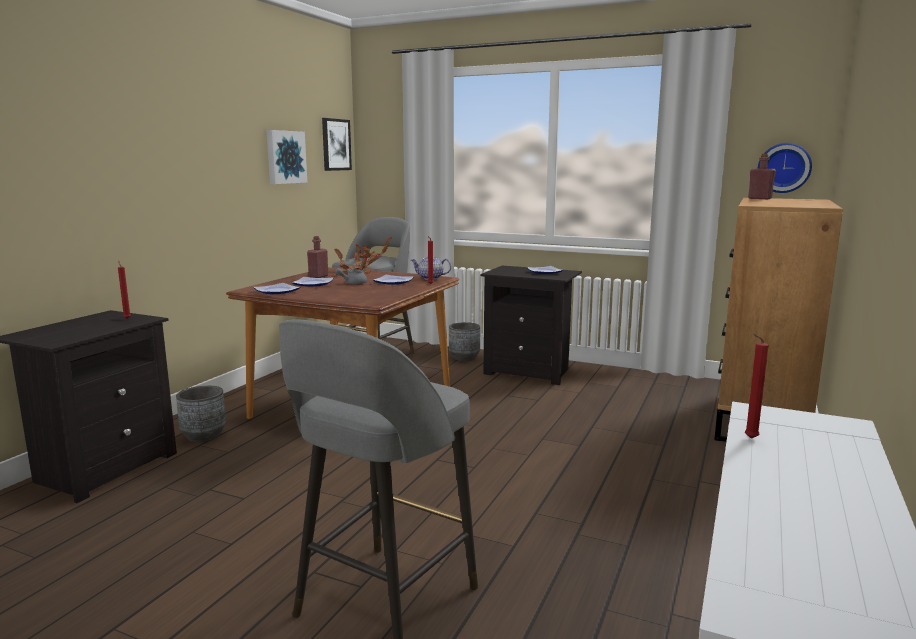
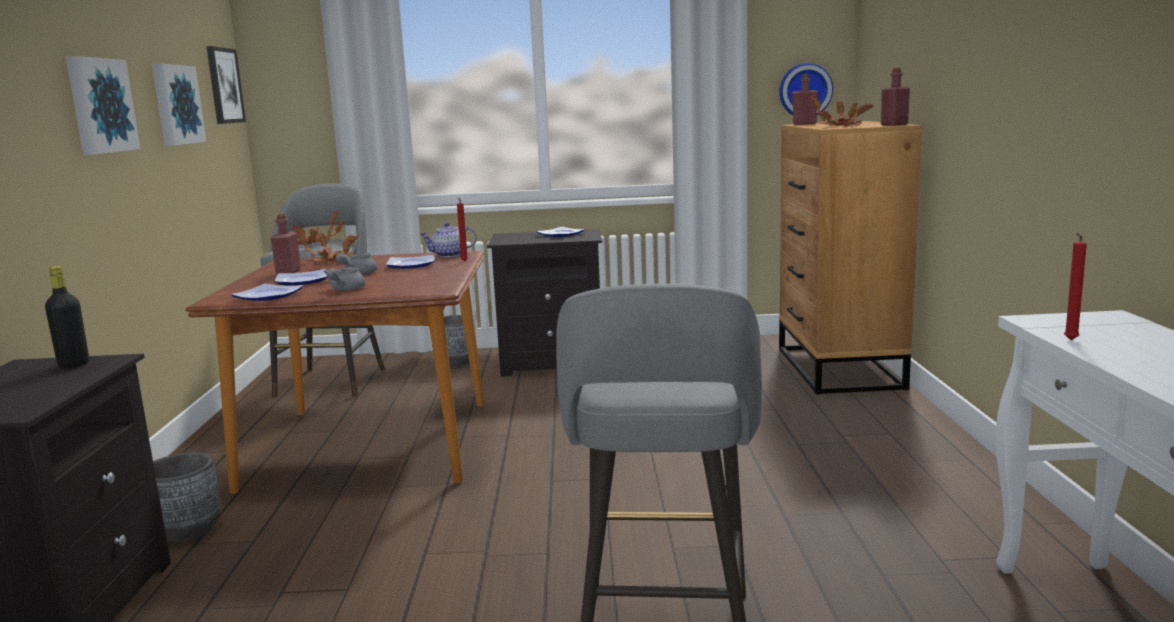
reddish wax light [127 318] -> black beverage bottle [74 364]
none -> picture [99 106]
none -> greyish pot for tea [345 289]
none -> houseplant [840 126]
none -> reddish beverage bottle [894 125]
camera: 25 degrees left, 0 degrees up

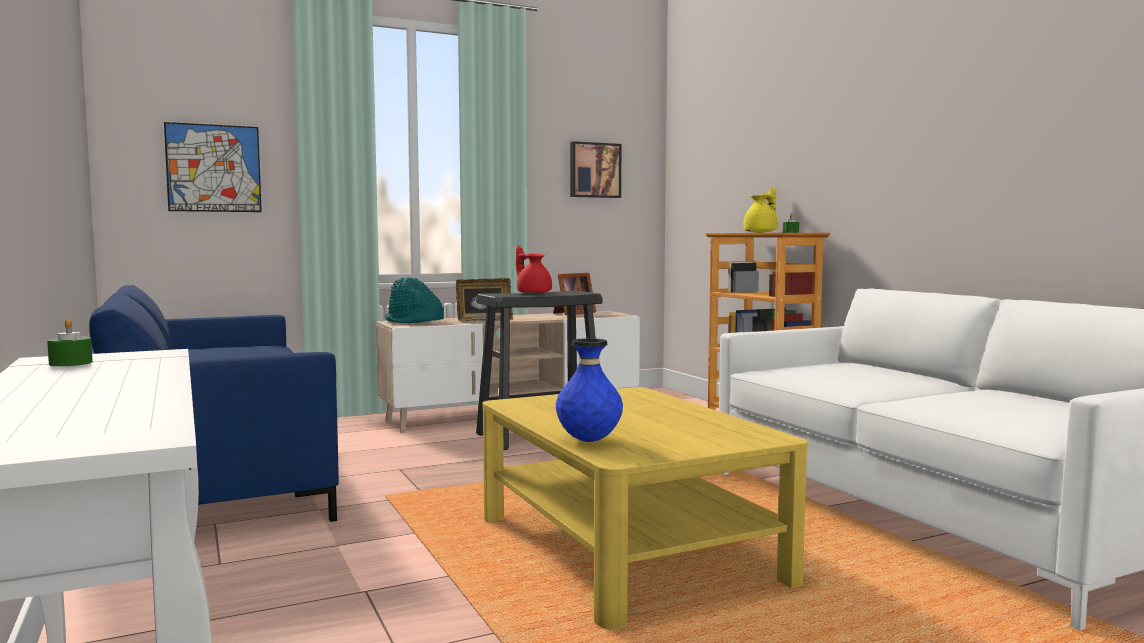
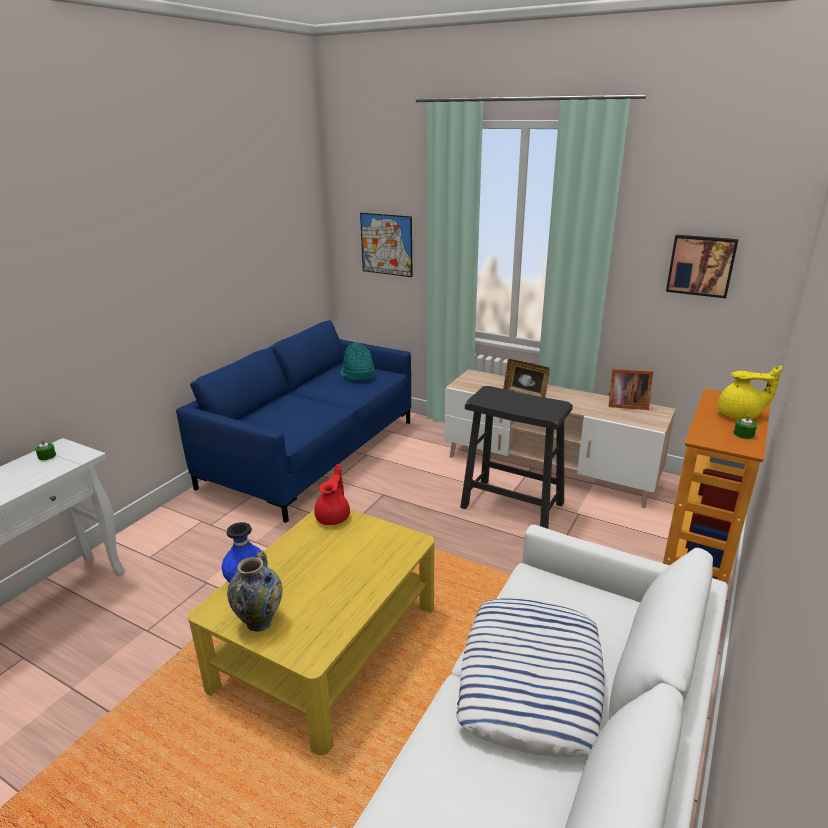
turquoise-coloured hat [414 322] -> turquoise-coloured hat [357 375], relocated
reddish pot for tea [533 293] -> reddish pot for tea [334 517], relocated
none -> decorative vase [259 622]
none -> cushion [531 681]
camera: 55 degrees right, 20 degrees up

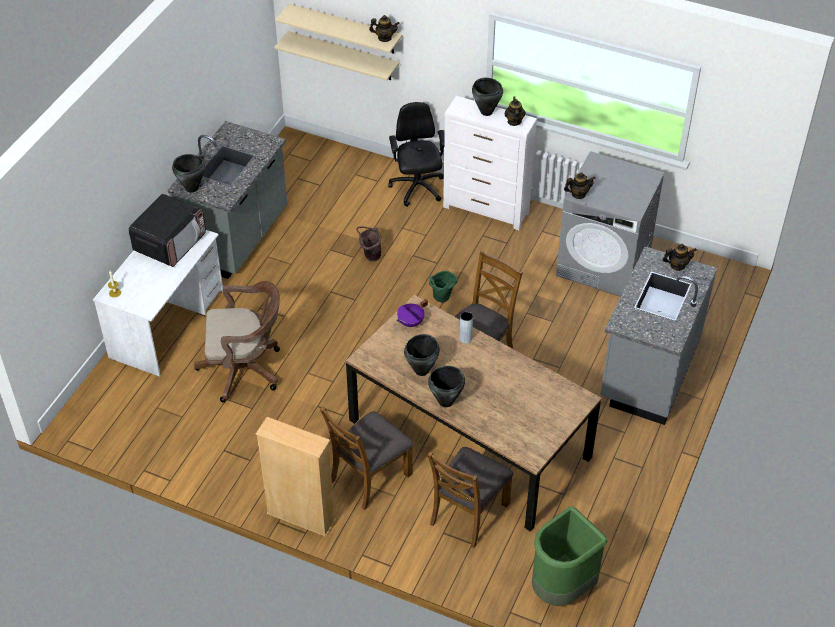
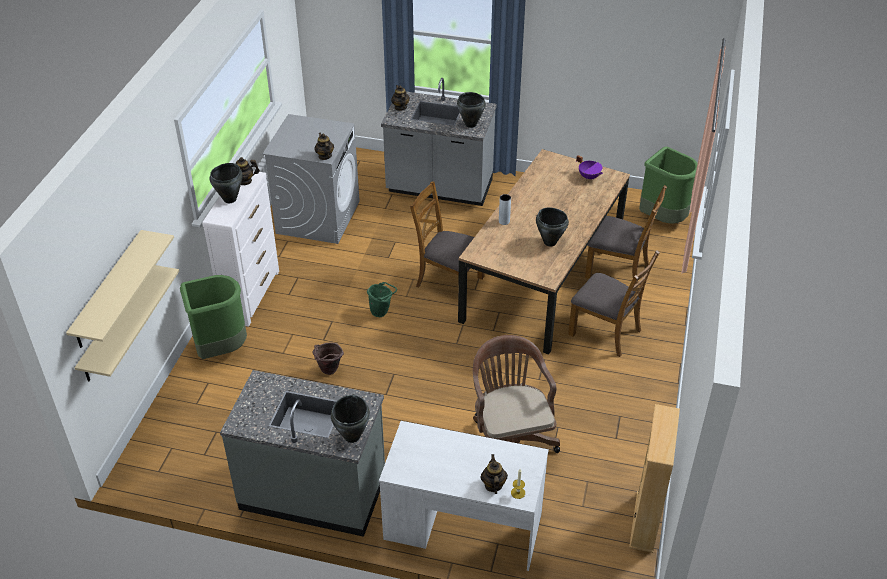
kitchen microwave [170 242] -> none
sand-coloured bookshelf [301 517] -> sand-coloured bookshelf [645 522], relocated
pot for tea [384 38] -> pot for tea [493 485], relocated
black computer chair [417 188] -> green-coloured trash can [220 349]
purple stockpot [411 323] -> purple stockpot [589 176], relocated
black stockpot [445 401] -> black stockpot [470 124], relocated
camera: 100 degrees left, 5 degrees down

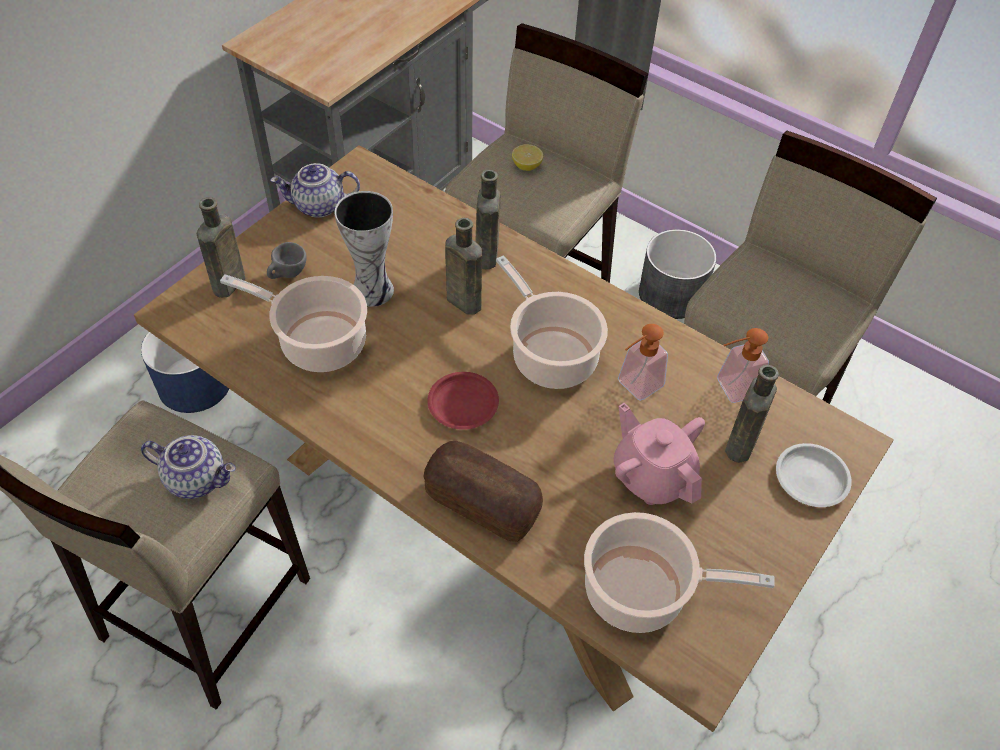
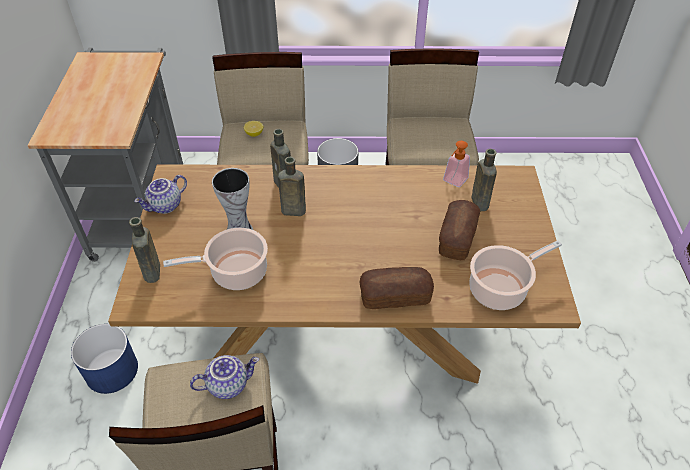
greyish cup [288 276] -> none
reddish dinner plate [462 404] -> none
stockpot [551 355] -> none
pink-coloured pot for tea [652 476] -> bread [457 238]
soap dispenser [634 387] -> none
white-coloured dinner plate [810 478] -> none
camera: 35 degrees left, 5 degrees down

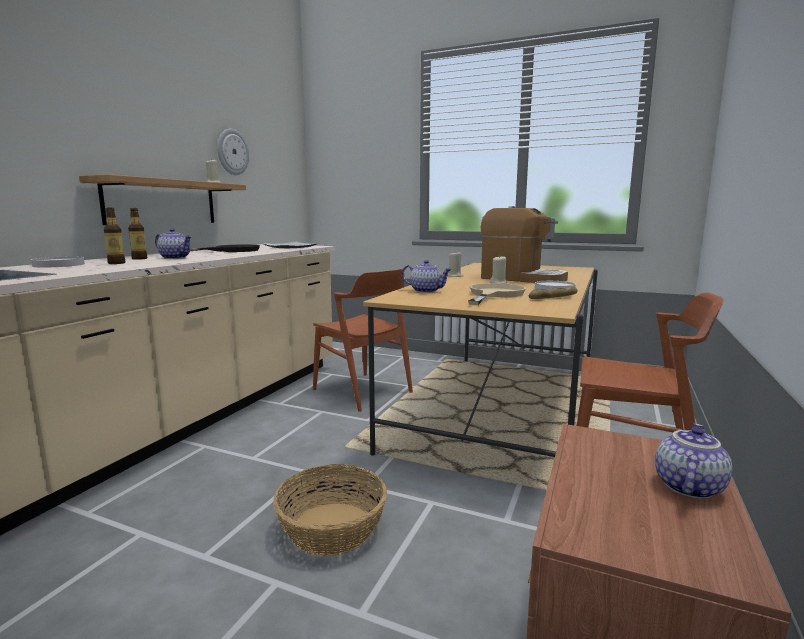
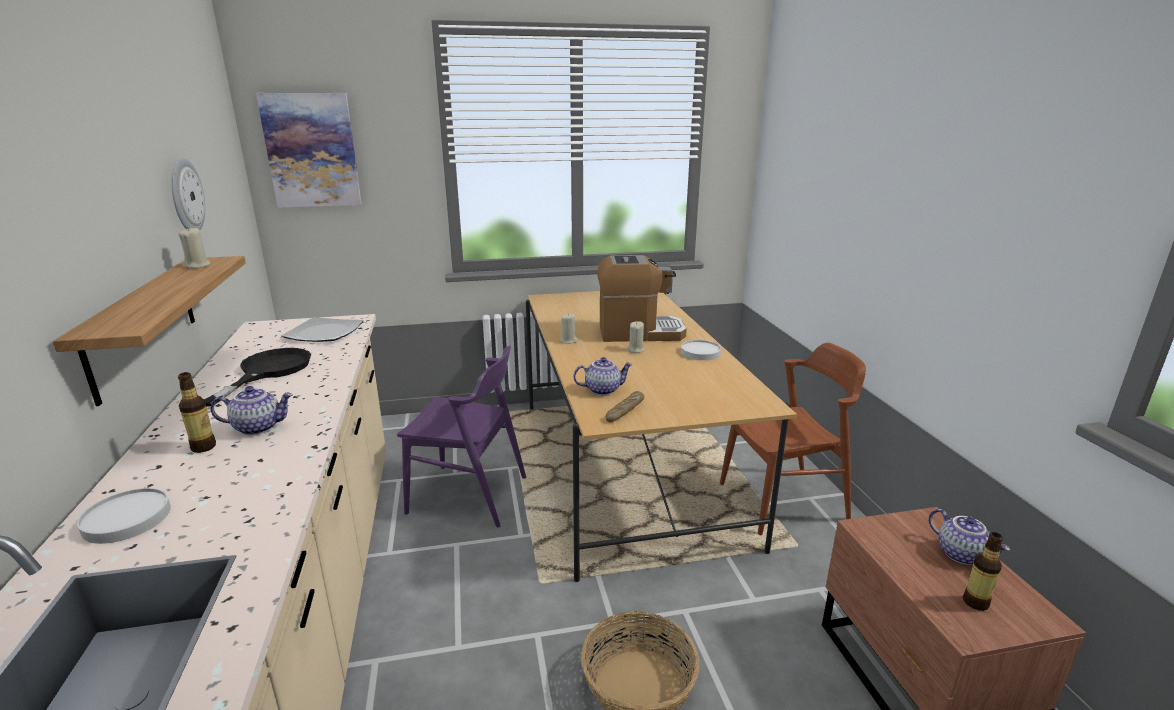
beverage bottle [116 263] -> beverage bottle [975 602], relocated
brown-coloured upright chair [362 391] -> purple upright chair [468 495]
sand-coloured frying pan [494 295] -> none
bread [553 298] -> bread [625 411], relocated
pot for tea [687 486] -> pot for tea [962 554], 150 degrees clockwise
none -> picture [312 151]
camera: 35 degrees left, 10 degrees up

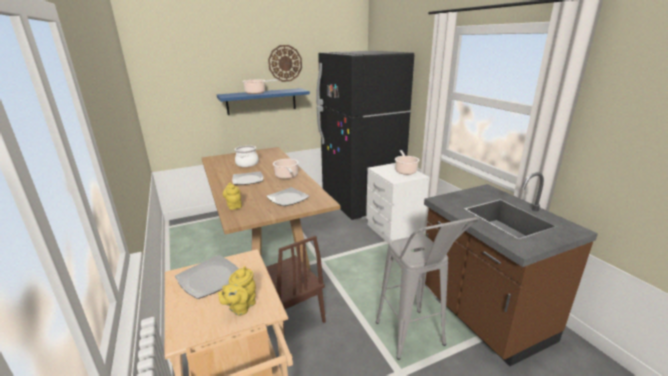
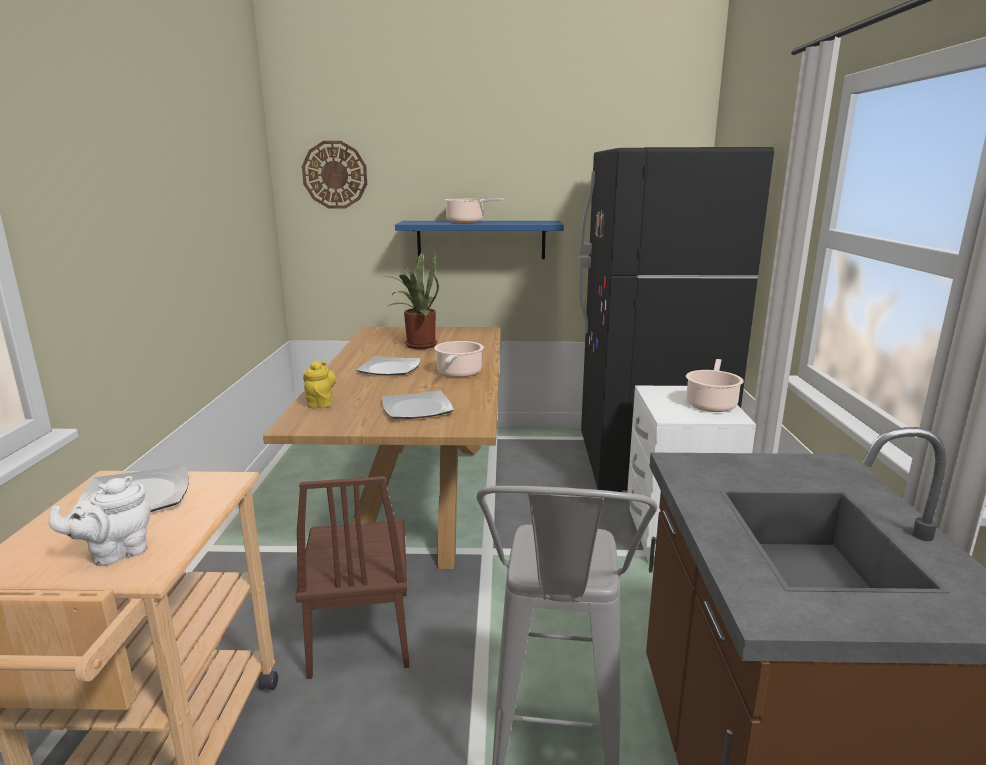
yellow-coloured pot for tea [241 307] -> white-coloured pot for tea [115 553]
stockpot [247 164] -> houseplant [417 345]
clock on the wall [285 63] -> clock on the wall [335 175], relocated
camera: 25 degrees right, 5 degrees down

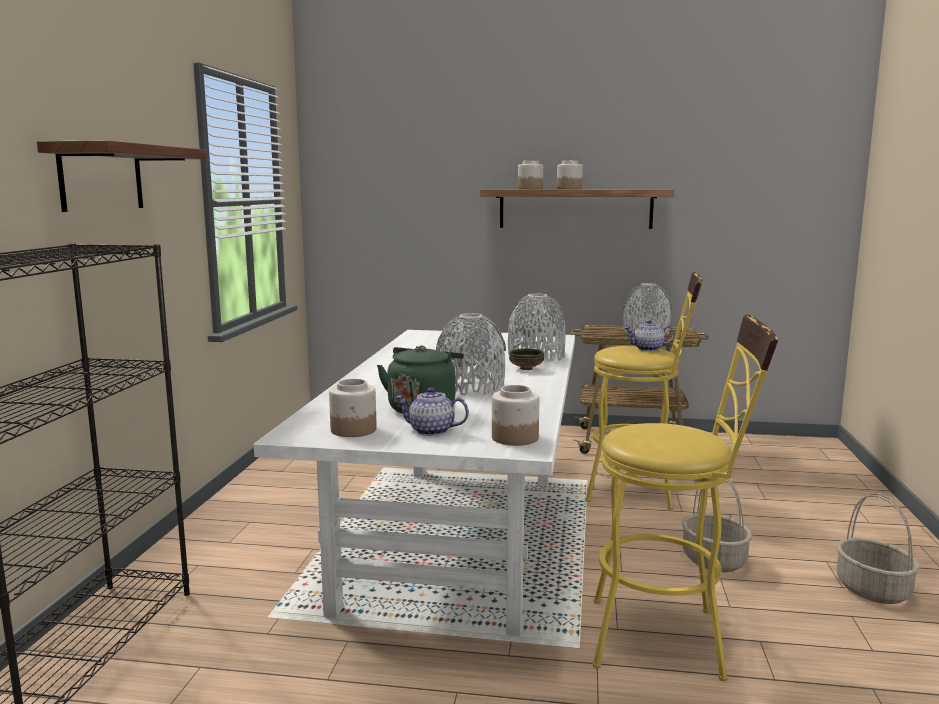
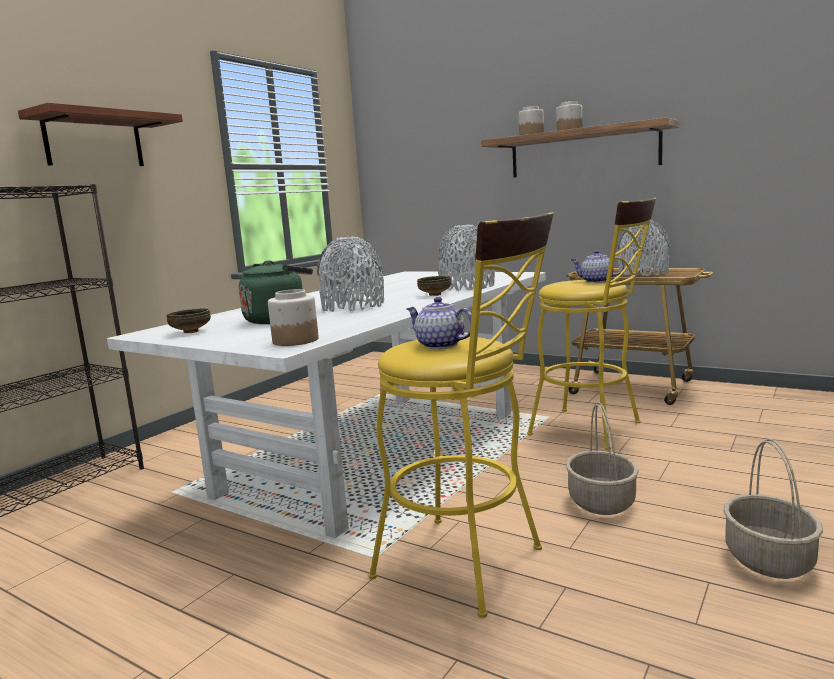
storage jar [354 430] -> deep dish [191 332]
pot for tea [431 431] -> pot for tea [439 345], relocated
camera: 25 degrees right, 0 degrees up

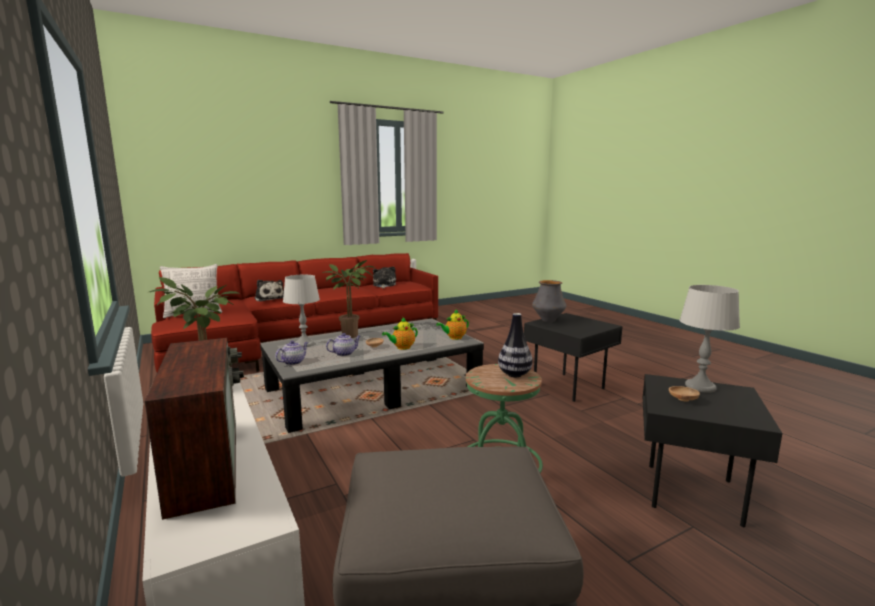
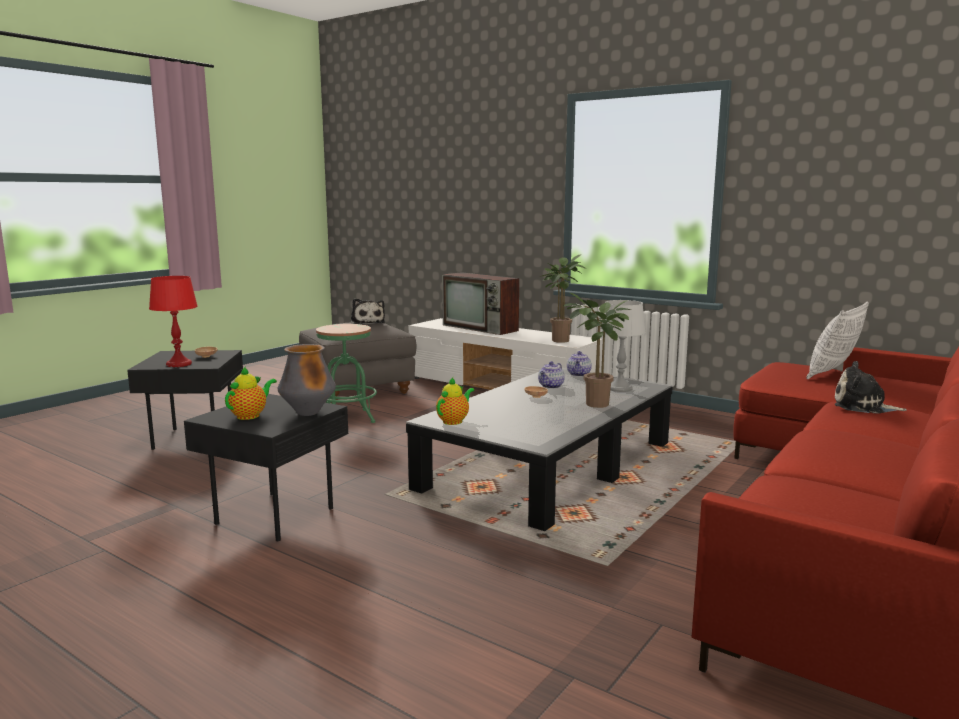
cuddly toy [383 285] -> cuddly toy [367 323], relocated
pot for tea [402 348] -> pot for tea [250 415], relocated
decorative vase [514 374] -> none
greyish lamp for a table [700 387] -> reddish lamp for a table [179 364]
camera: 155 degrees right, 0 degrees up

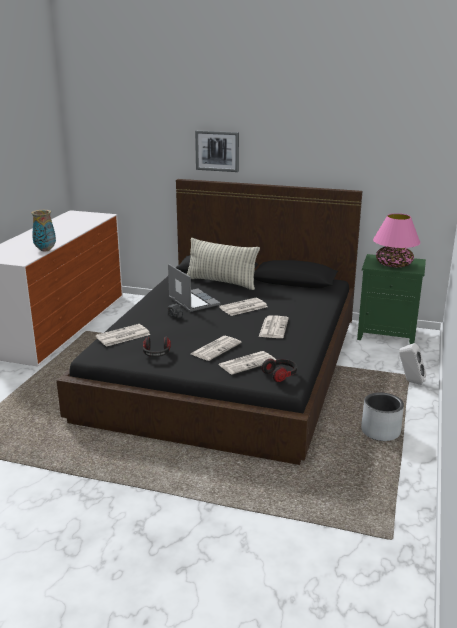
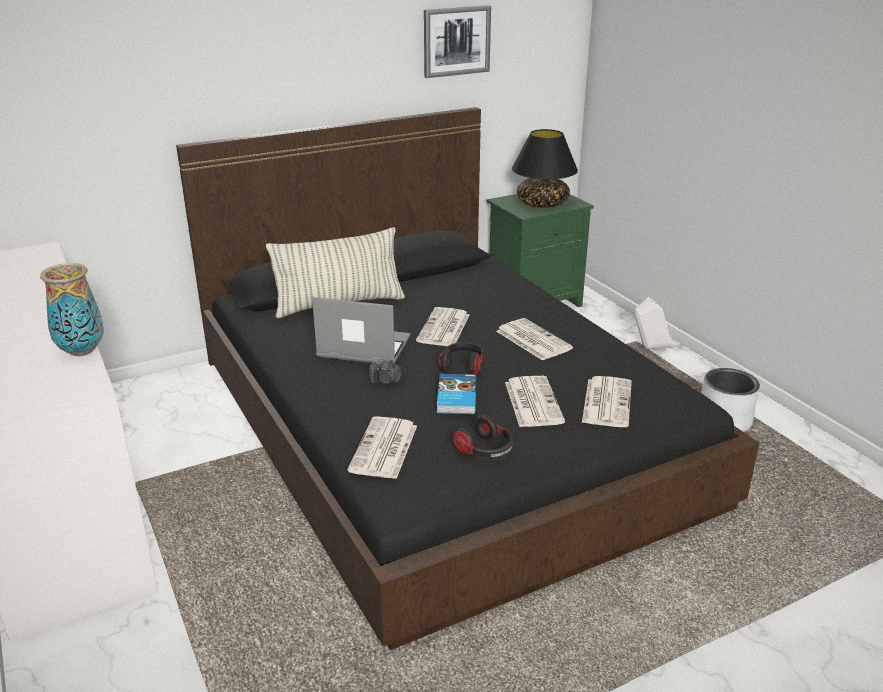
picture [217 151] -> picture [456 41], relocated
headset [280 375] -> headset [462 366], relocated
pink-coloured lamp for a table [394 264] -> black lamp for a table [543 203]
none -> book [455 397]
camera: 45 degrees left, 5 degrees up

